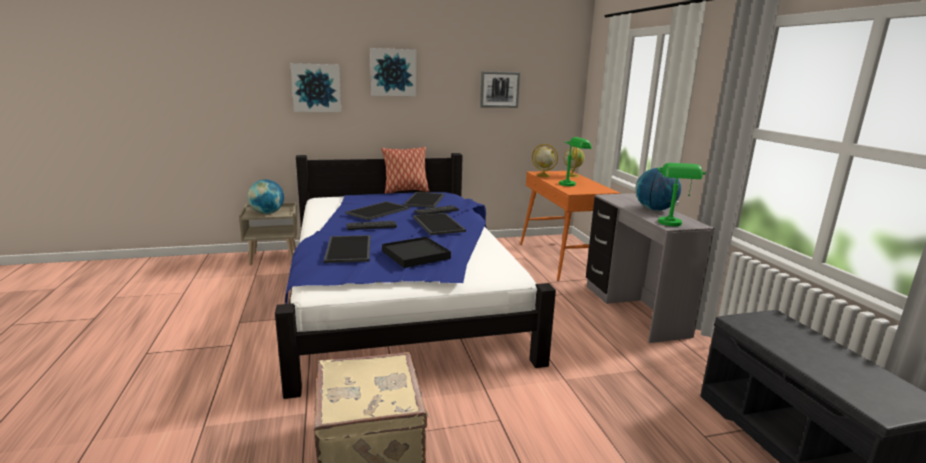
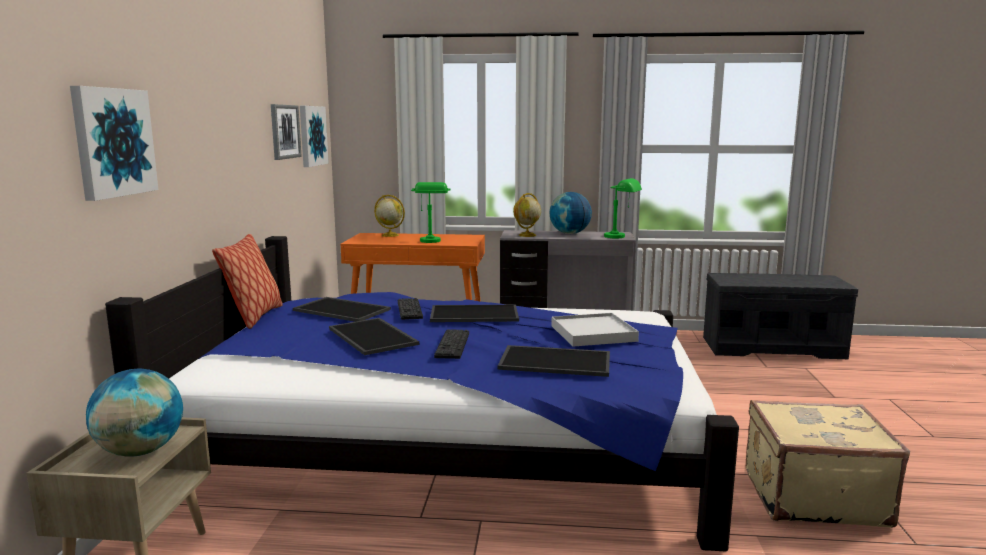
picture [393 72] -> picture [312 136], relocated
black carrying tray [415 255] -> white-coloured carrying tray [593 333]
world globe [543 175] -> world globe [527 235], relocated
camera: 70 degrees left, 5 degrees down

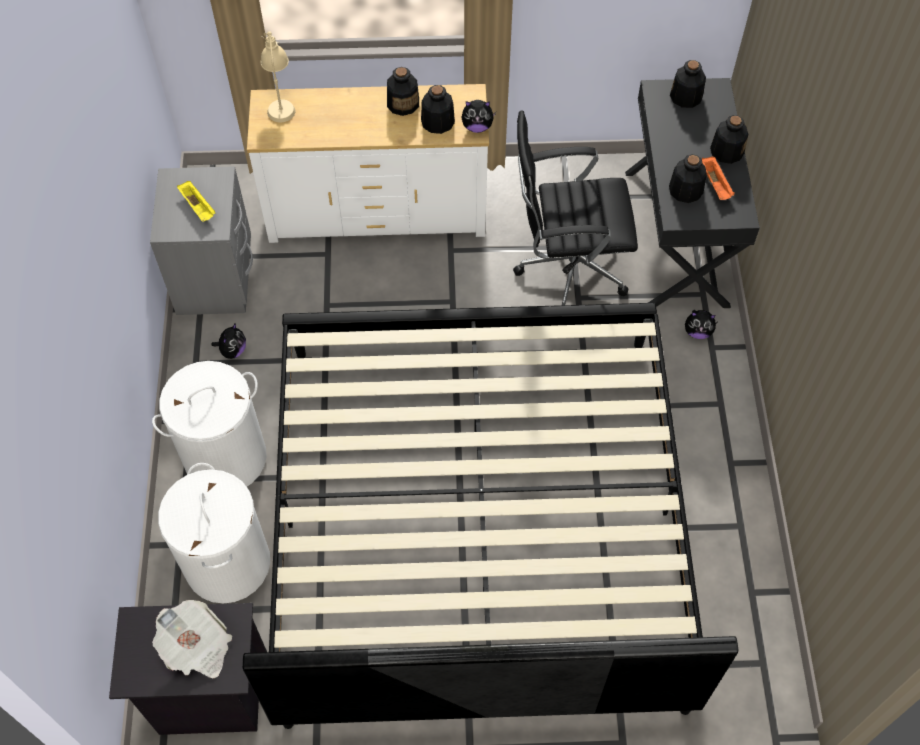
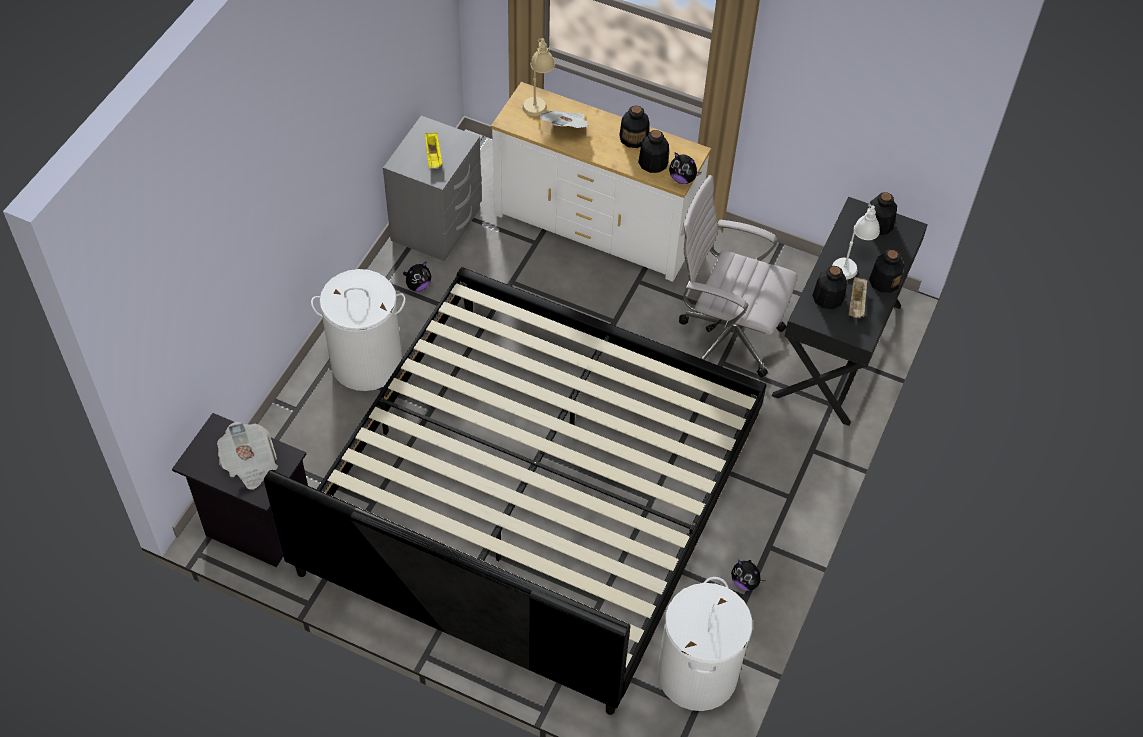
white-coloured washing basket [228 563] -> white-coloured washing basket [697 674], relocated
black computer chair [566 270] -> white-coloured computer chair [725 336]
cuddly toy [697 332] -> cuddly toy [745 582], relocated
orangey carrying tray [716 184] -> sand-coloured carrying tray [856 303]
none -> newspaper [565 128]
none -> white-coloured lamp for a table [851 262]
camera: 25 degrees right, 5 degrees down

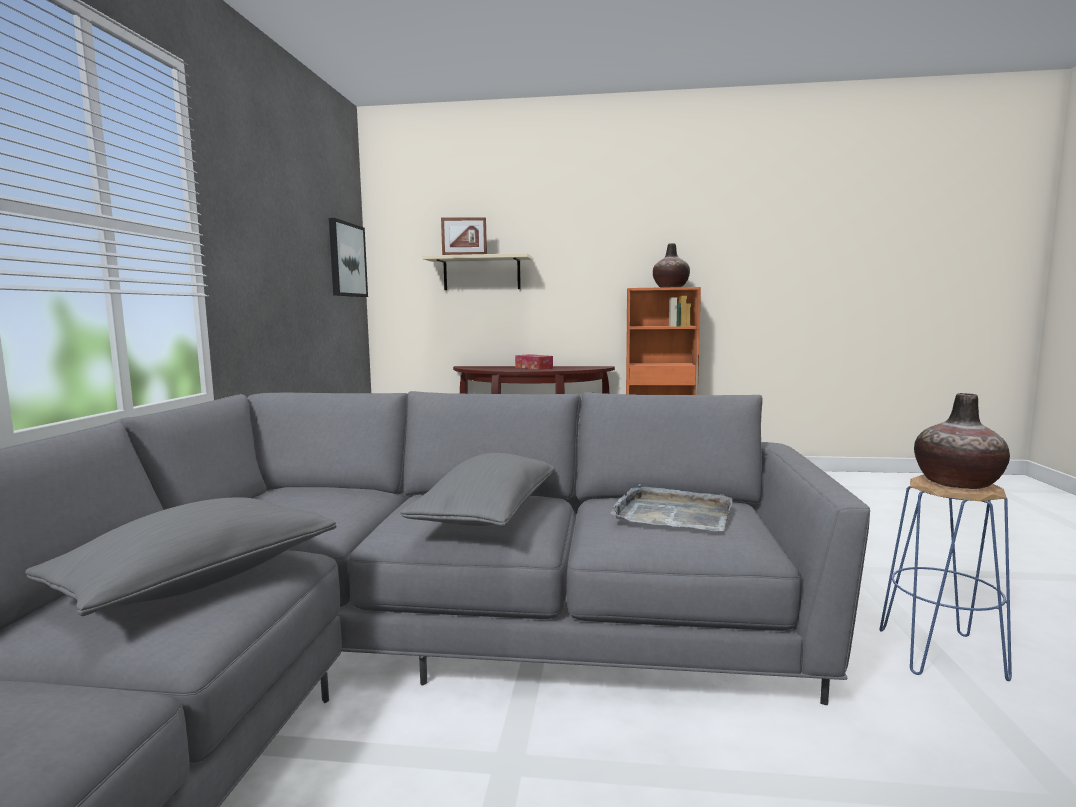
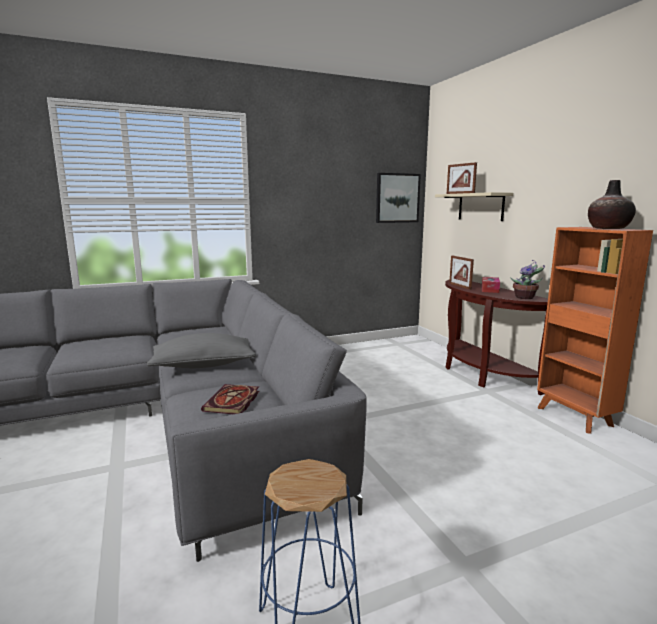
greyish cushion [199 581] -> none
greyish carrying tray [672 514] -> book [232 402]
decorative vase [957 483] -> none
none -> photo frame [460 286]
none -> houseplant [525 298]
camera: 60 degrees right, 5 degrees up

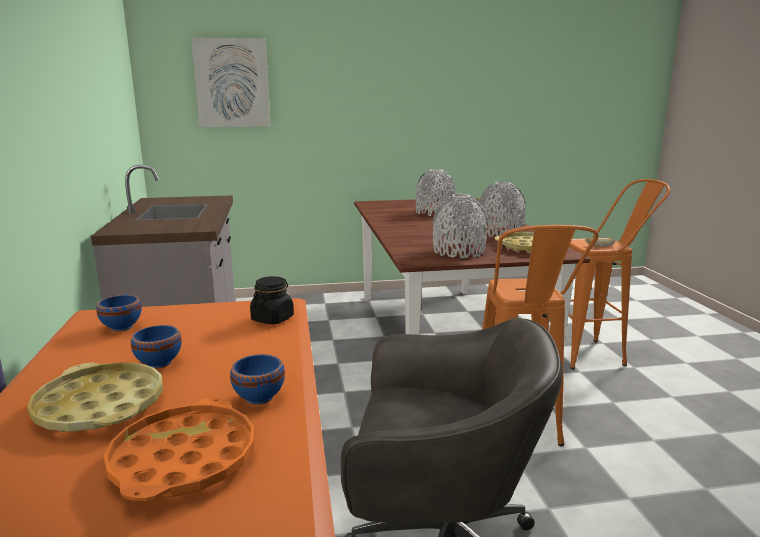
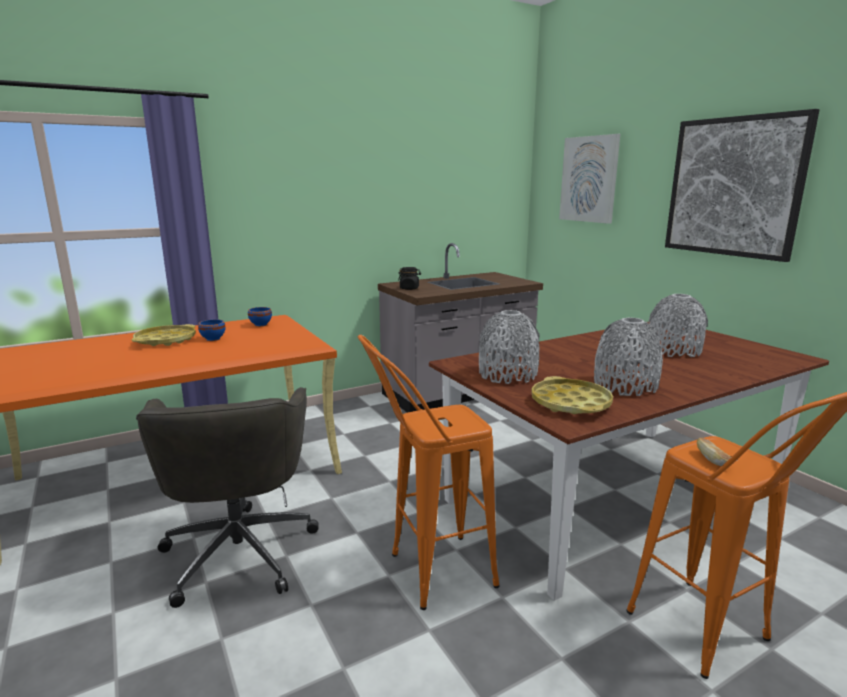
orangey carrying tray [184 460] -> none
blue-coloured deep dish [260 397] -> none
black storage jar [272 318] -> black storage jar [409 288], relocated
none -> picture [733 187]
camera: 70 degrees right, 0 degrees up

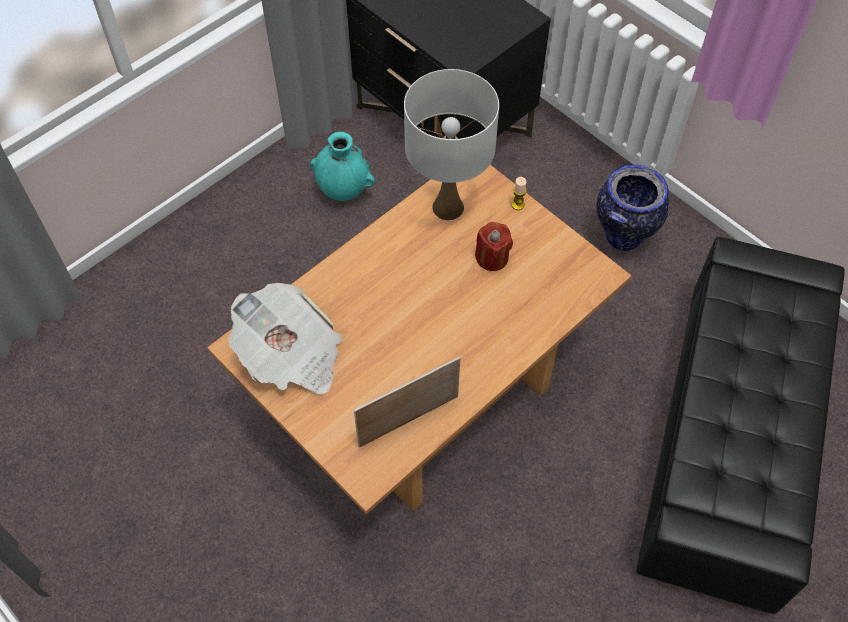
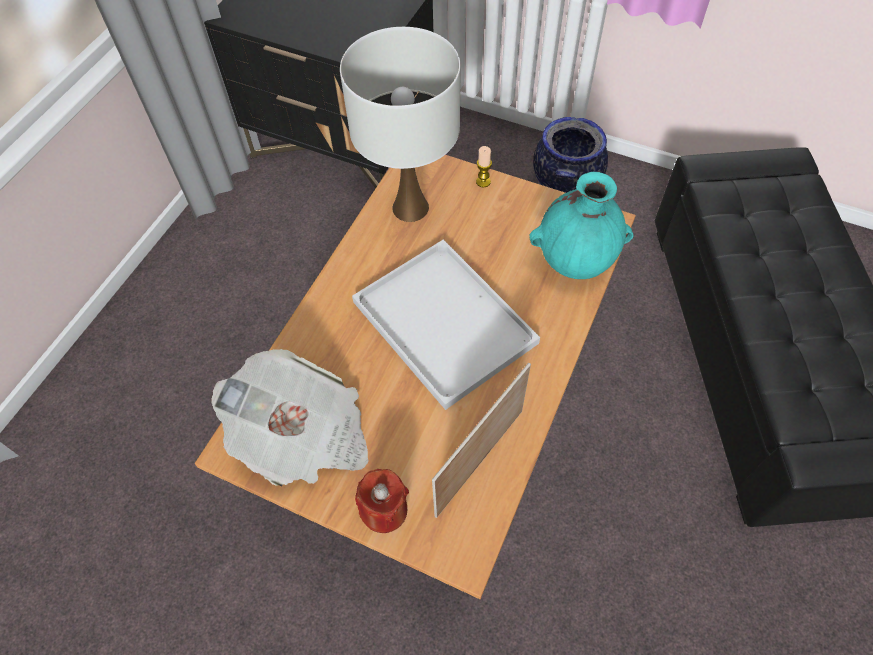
turquoise-coloured decorative vase [344 191] -> turquoise-coloured decorative vase [575 264], relocated
reddish wax light [492 258] -> reddish wax light [384 510], relocated
none -> white-coloured carrying tray [440 321]
camera: 20 degrees left, 0 degrees up

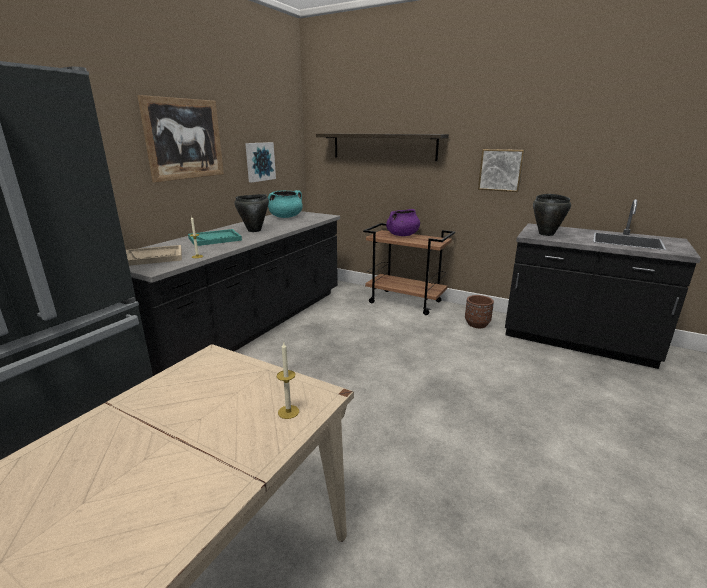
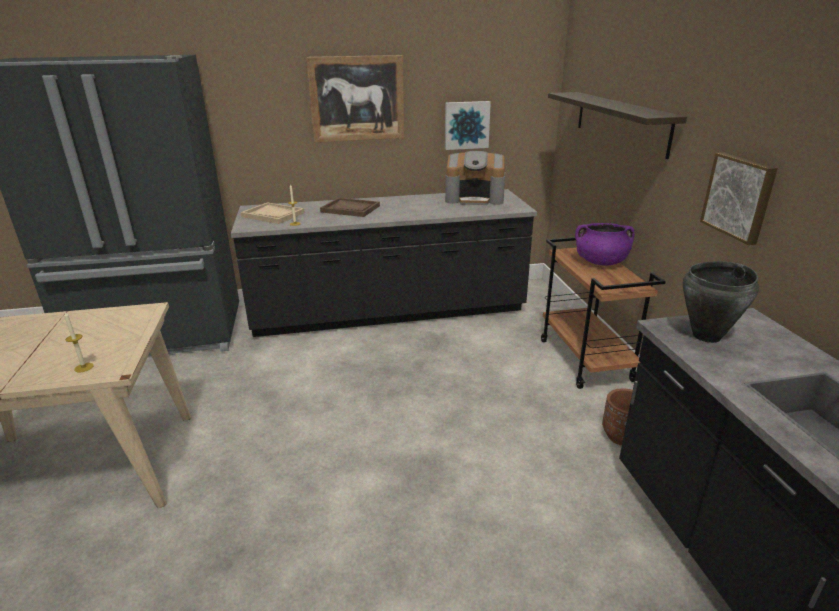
turquoise-coloured carrying tray [215 239] -> brown-coloured carrying tray [350 209]
black stockpot [254 230] -> none
turquoise-coloured stockpot [286 217] -> coffee machine [475 198]
camera: 50 degrees right, 5 degrees up

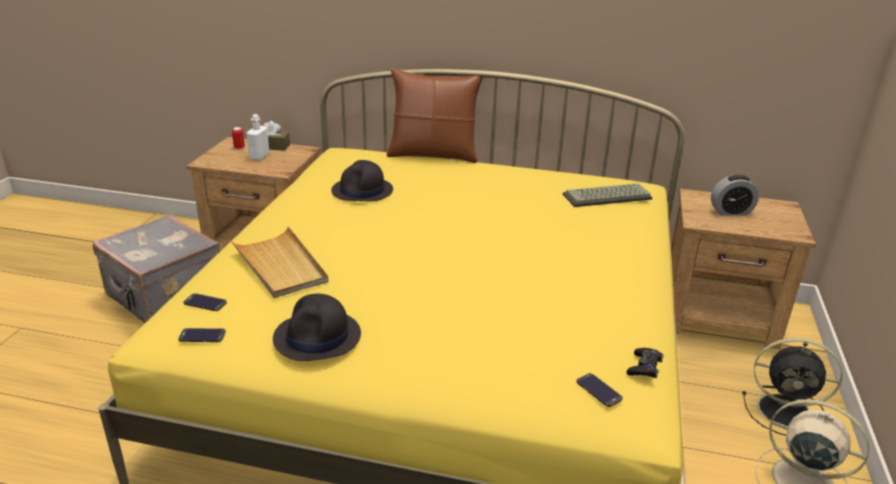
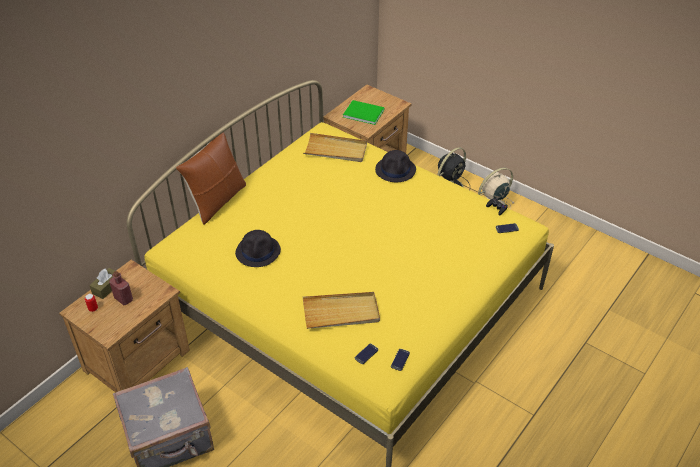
white-coloured beverage bottle [259 156] -> reddish beverage bottle [123 299]
black hat [318 337] -> black hat [396 170], relocated
computer keyboard [607 197] -> sand-coloured carrying tray [336 150]
bedside clock [731 212] -> green-coloured book [363 112]
camera: 65 degrees left, 15 degrees up

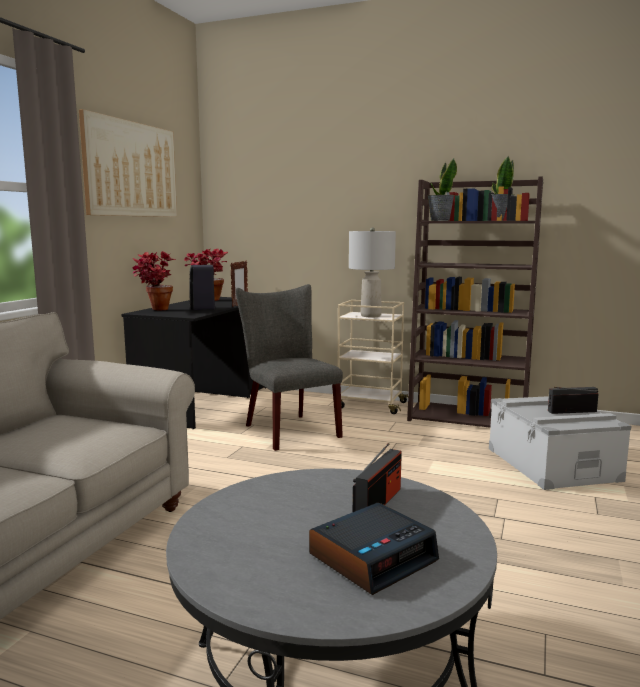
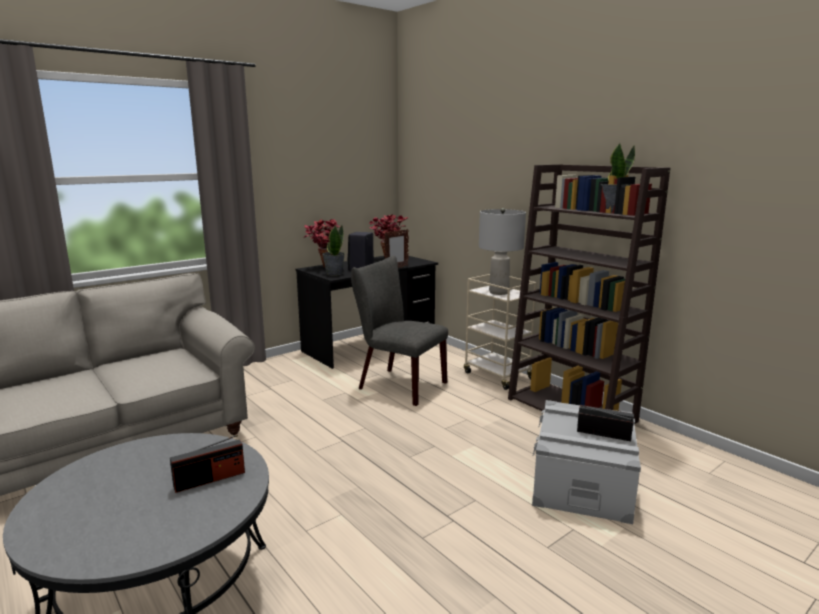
picture [131 169] -> none
greyish upright chair [287 429] -> greyish upright chair [397 385], 60 degrees counterclockwise
bedside clock [373 557] -> none
houseplant [440 220] -> houseplant [334 273], relocated
camera: 30 degrees right, 5 degrees up

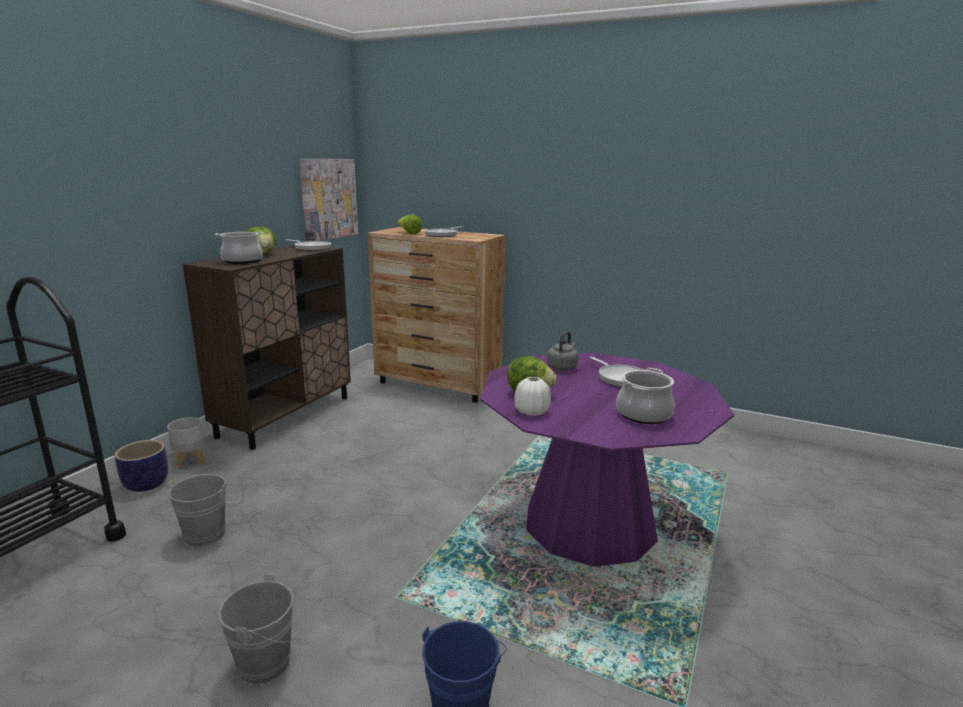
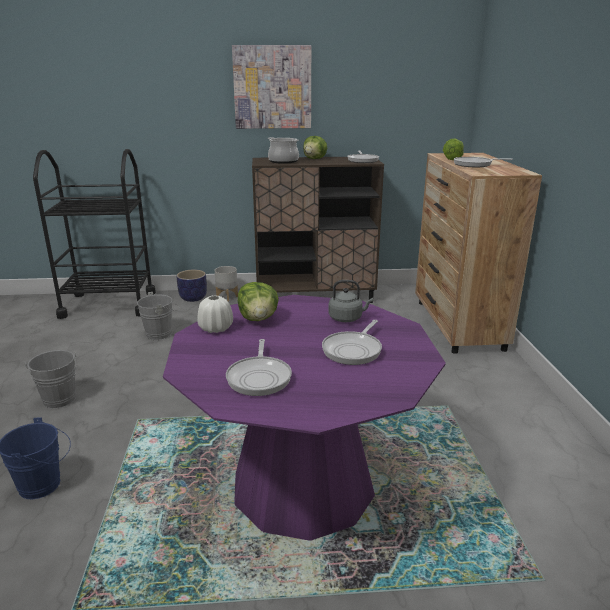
picture [329 199] -> picture [272 87], relocated
stockpot [643 414] -> frying pan [259 377]
camera: 60 degrees right, 5 degrees up

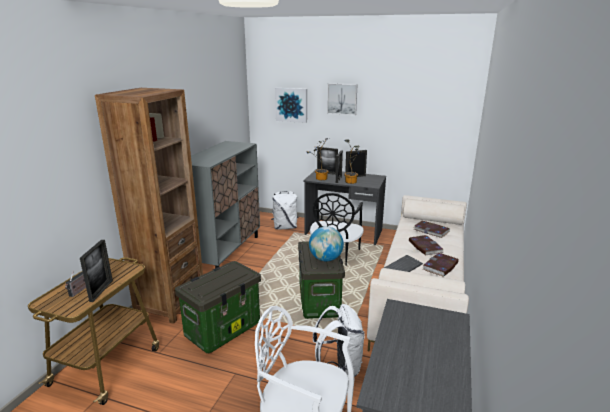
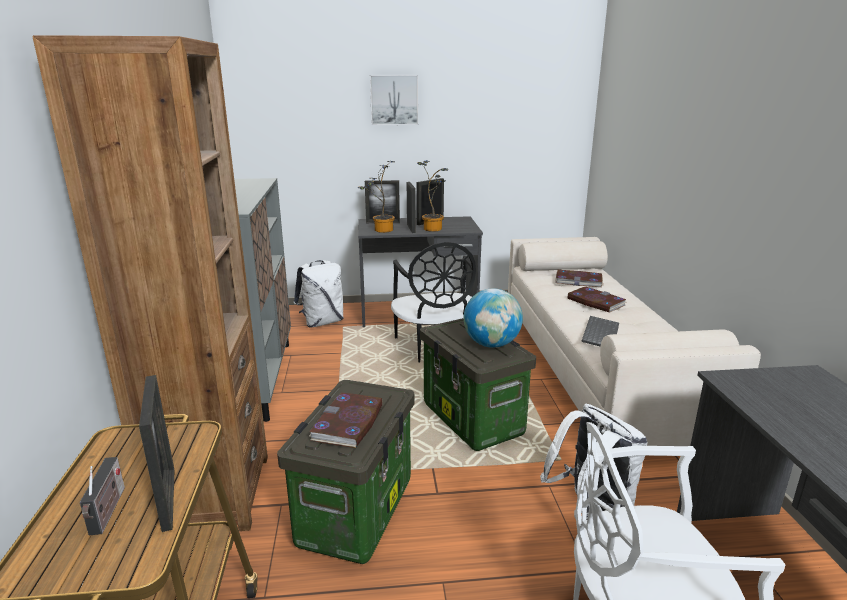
picture [291 105] -> none
book [440 266] -> book [348 423], relocated
camera: 25 degrees left, 0 degrees up

